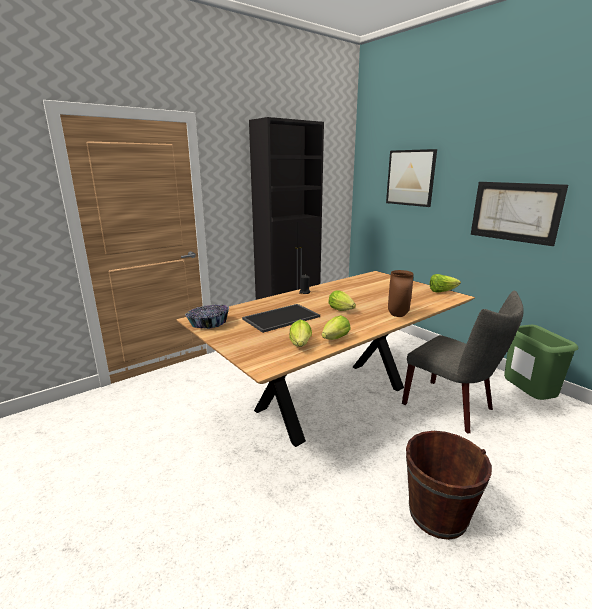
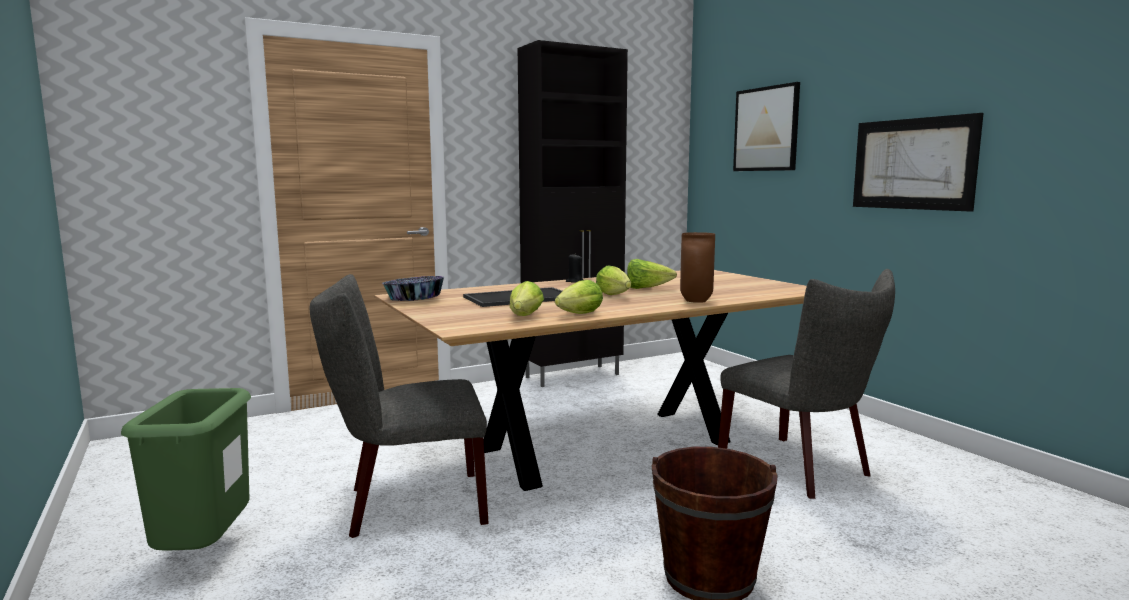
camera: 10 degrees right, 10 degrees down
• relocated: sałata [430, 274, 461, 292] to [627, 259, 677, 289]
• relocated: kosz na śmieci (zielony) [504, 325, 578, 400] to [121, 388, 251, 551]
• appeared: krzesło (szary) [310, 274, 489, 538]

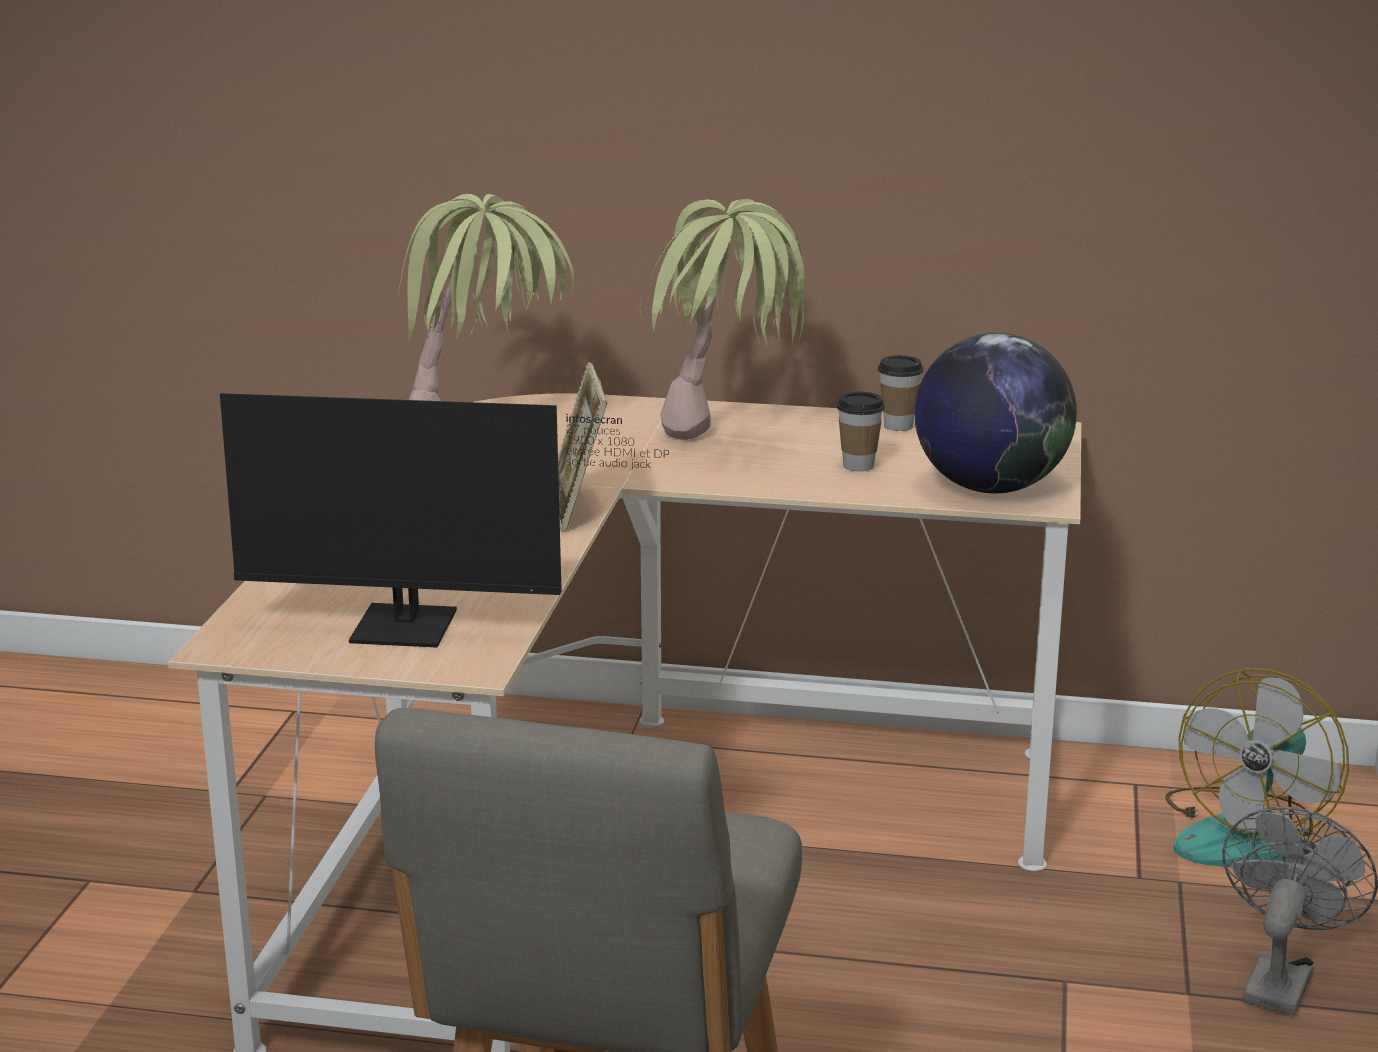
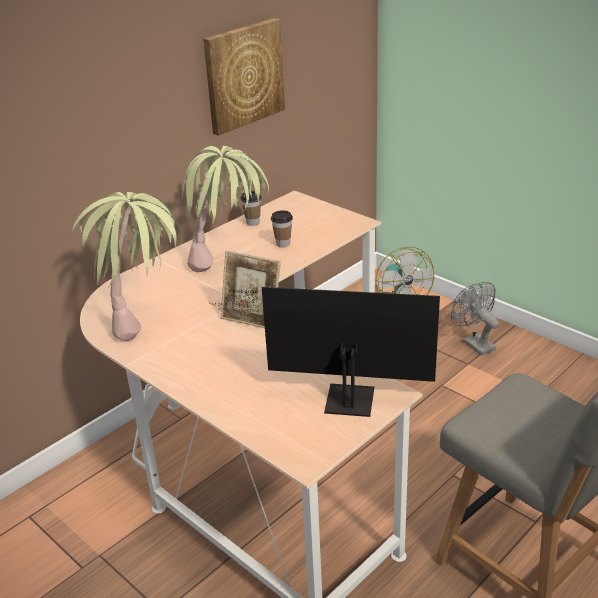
camera: 55 degrees left, 10 degrees up
• spun: monitor [220, 393, 669, 648] = [209, 287, 440, 417] 120 degrees counterclockwise
• missing: globus [915, 333, 1077, 493]
• appeared: obraz [203, 18, 285, 136]

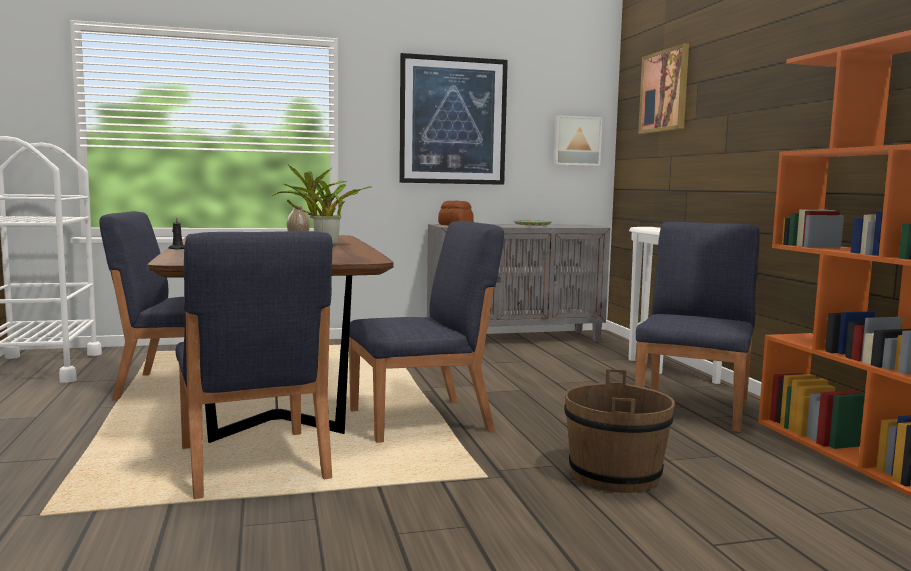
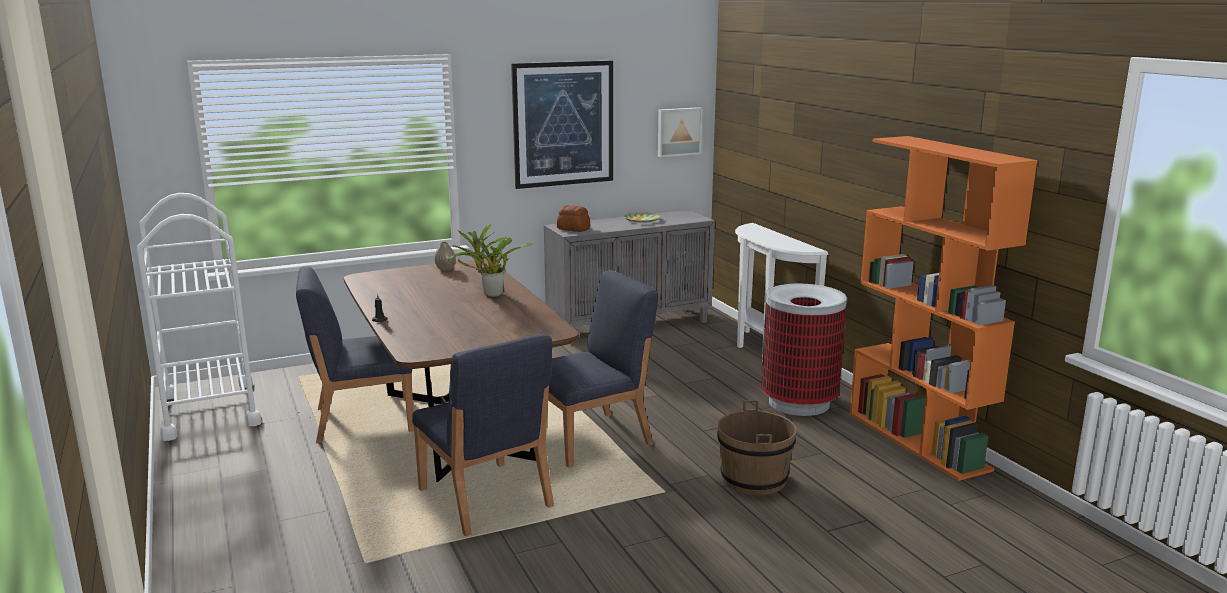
camera: 10 degrees left, 10 degrees up
• exchanged: krzesło (niebieski) [635, 222, 760, 432] to kosz na śmieci [761, 284, 847, 416]
• missing: obraz [638, 43, 689, 134]

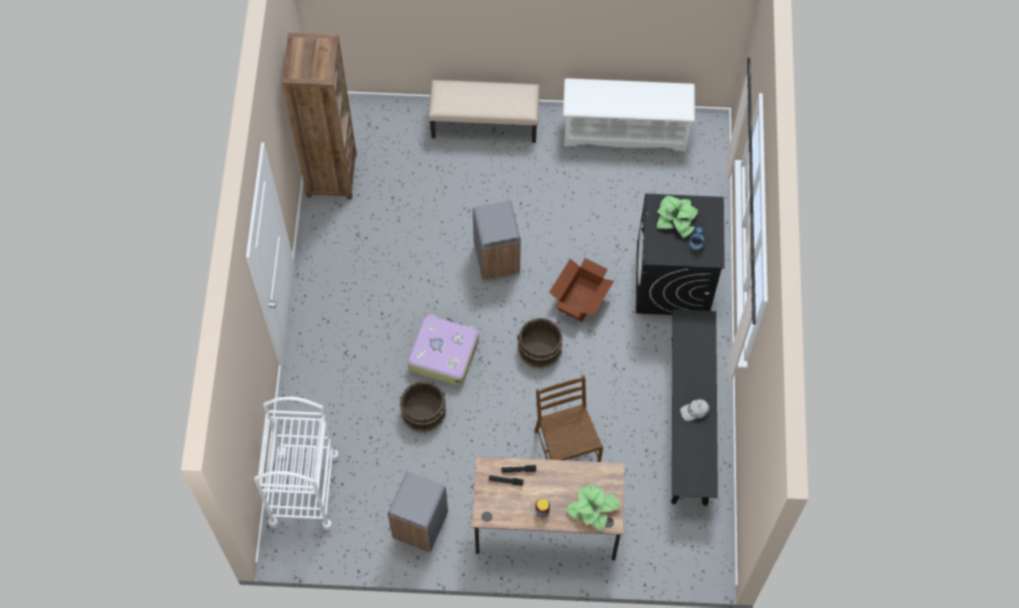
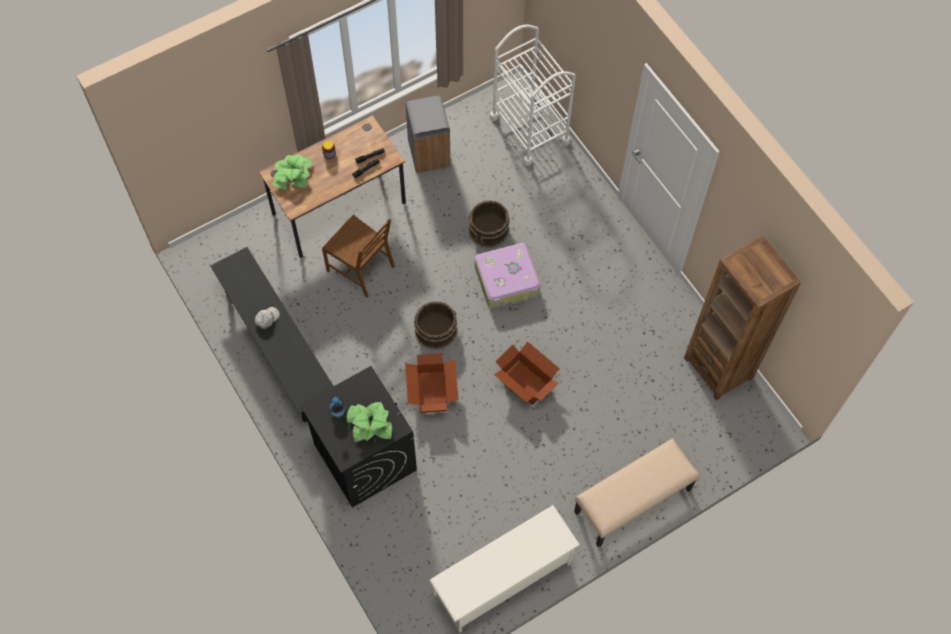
camera: 145 degrees right, 0 degrees up
• exchanged: kosz na śmieci (szary) [473, 201, 521, 280] to karton [494, 341, 560, 405]

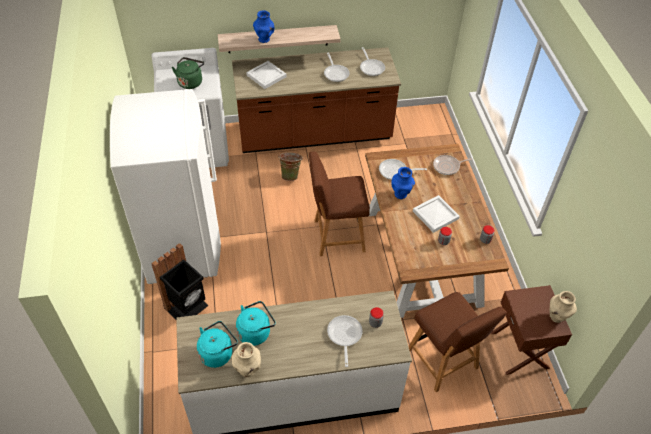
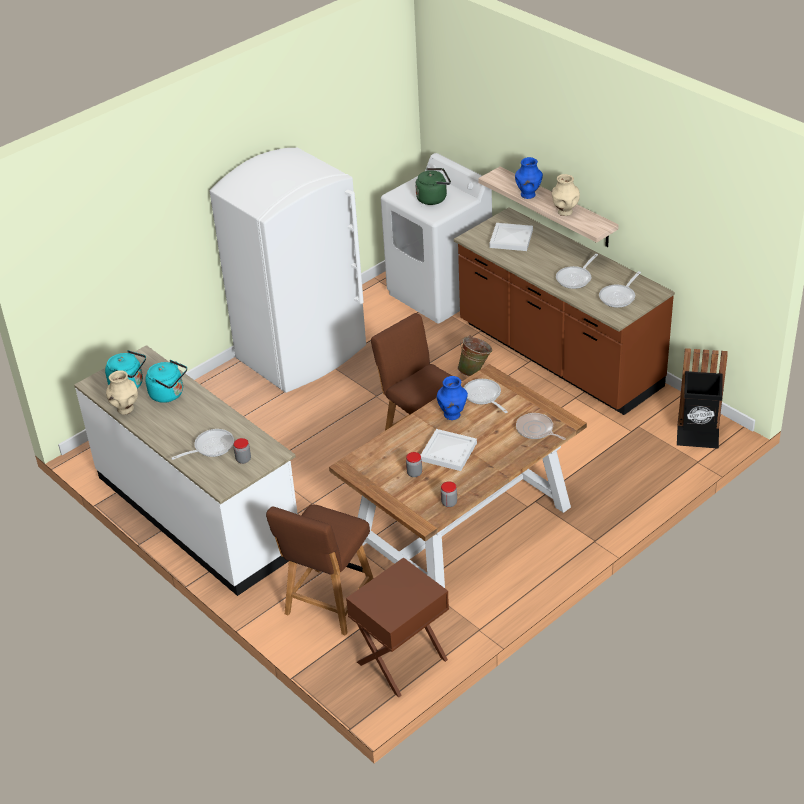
camera: 60 degrees right, 10 degrees down
• relocated: kosz na śmieci (czarny) [151, 243, 209, 319] to [677, 348, 728, 449]
• relocated: wazon (beżowy) [549, 291, 577, 323] to [552, 174, 580, 216]

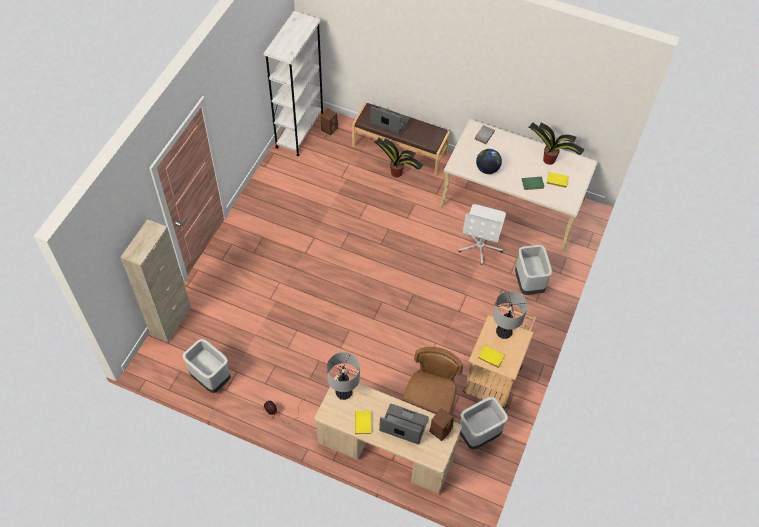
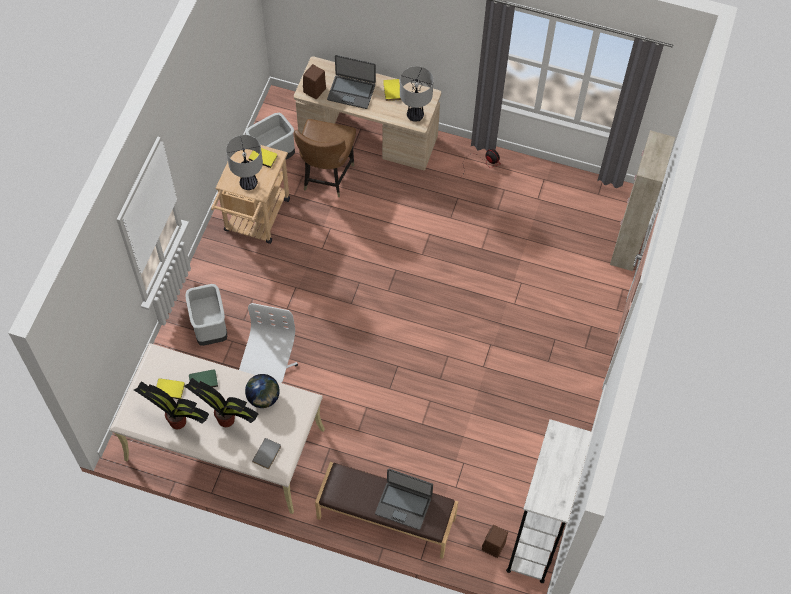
camera: 175 degrees right, 5 degrees up
• missing: kosz na śmieci (szary) [183, 339, 231, 393]
• relocated: roślina doniczkowa [374, 138, 423, 177] to [184, 378, 259, 427]

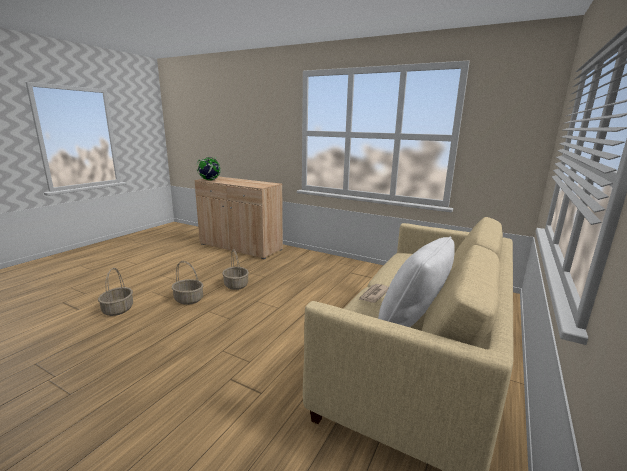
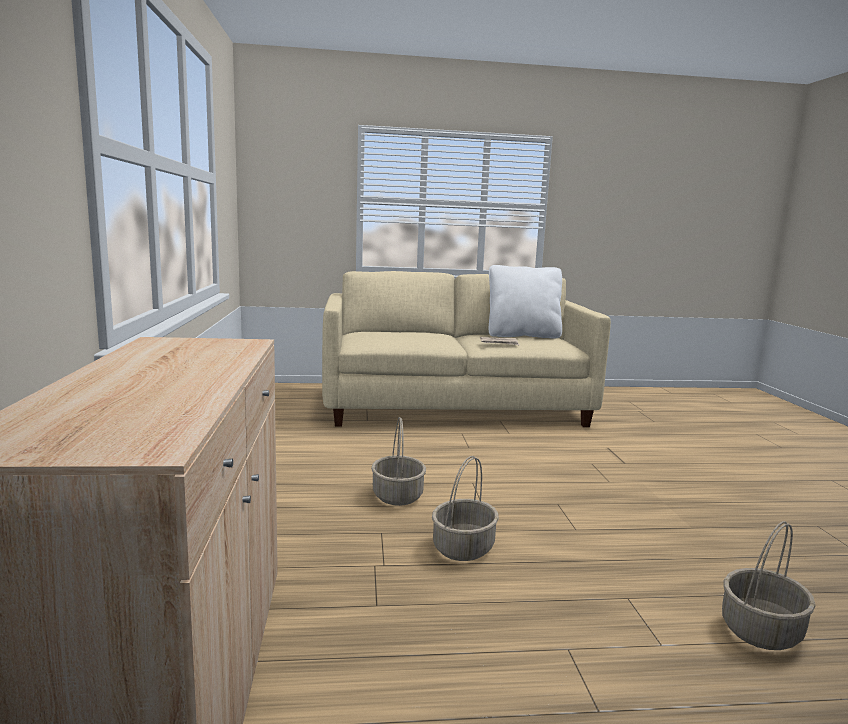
camera: 125 degrees left, 5 degrees down
• relocated: koszyk [172, 261, 203, 305] to [371, 417, 426, 506]
• missing: globus [197, 157, 221, 181]

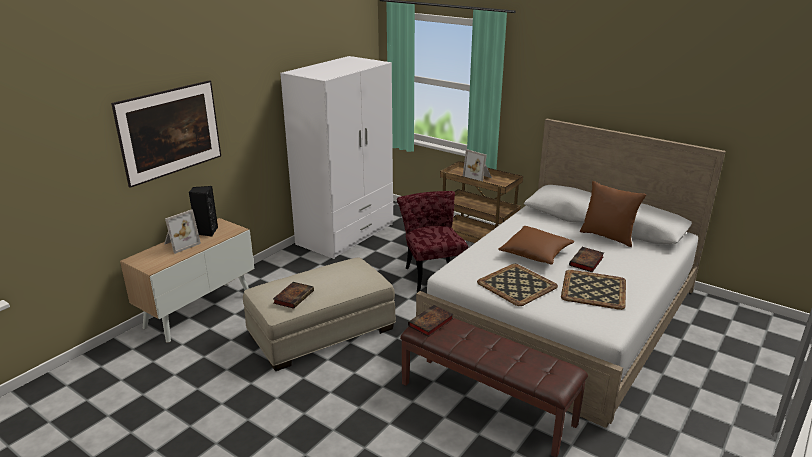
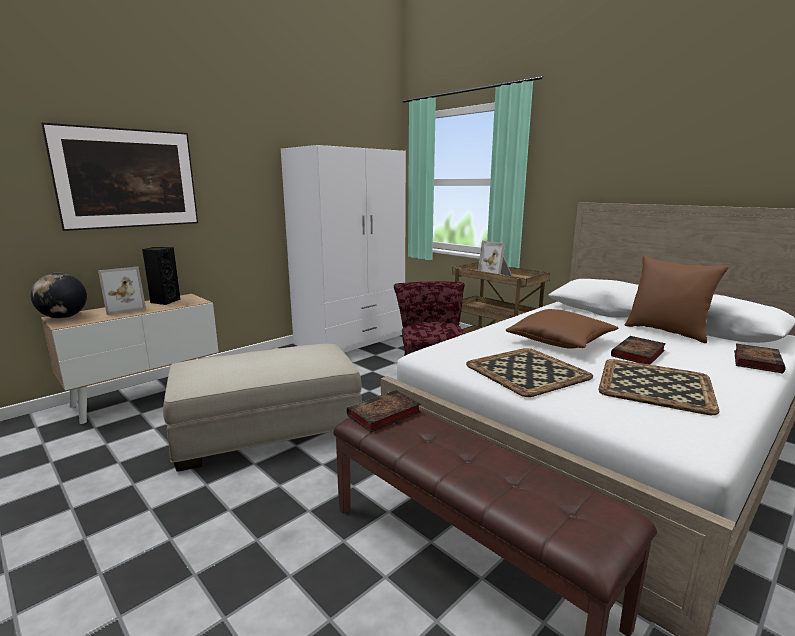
camera: 10 degrees right, 10 degrees down
• relocated: książka [273, 282, 314, 309] to [734, 343, 786, 373]
• appeared: globus [30, 273, 87, 318]

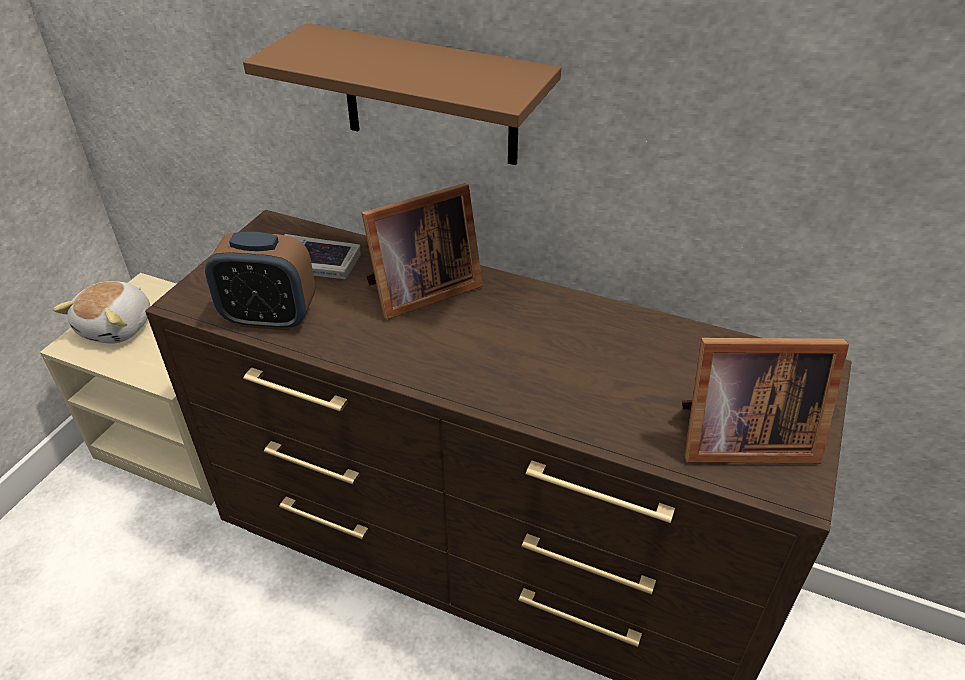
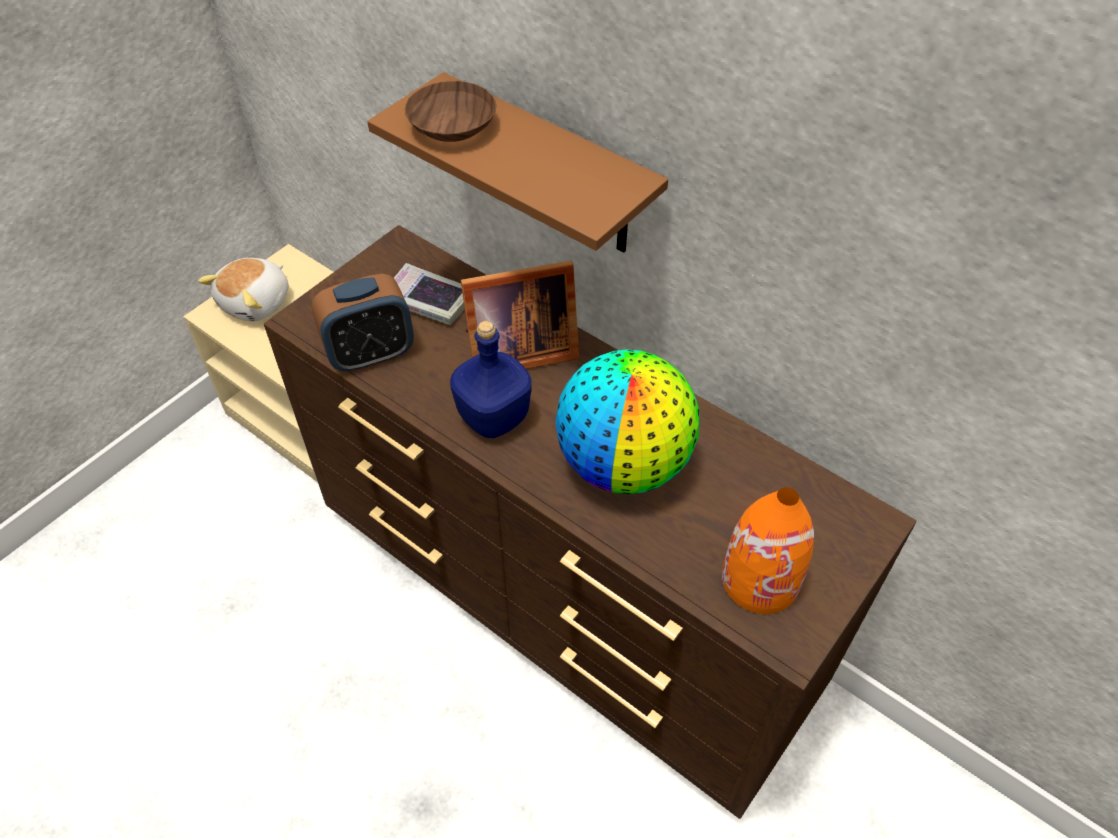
camera: 15 degrees right, 10 degrees up
• spun: budzik [205, 232, 315, 331] = [312, 274, 414, 372] 45 degrees counterclockwise
• exchanged: ramka na zdjęcie [682, 338, 849, 464] to wazon (pomarańczowy) [722, 487, 814, 614]
• appeared: miska (brązowy) [405, 81, 496, 142]
• appeared: butelka (niebieski) [450, 321, 532, 438]
• appeared: globus [555, 349, 700, 494]

